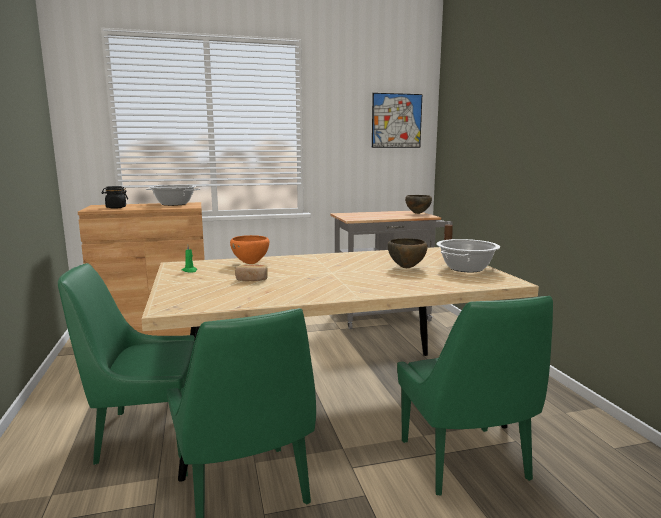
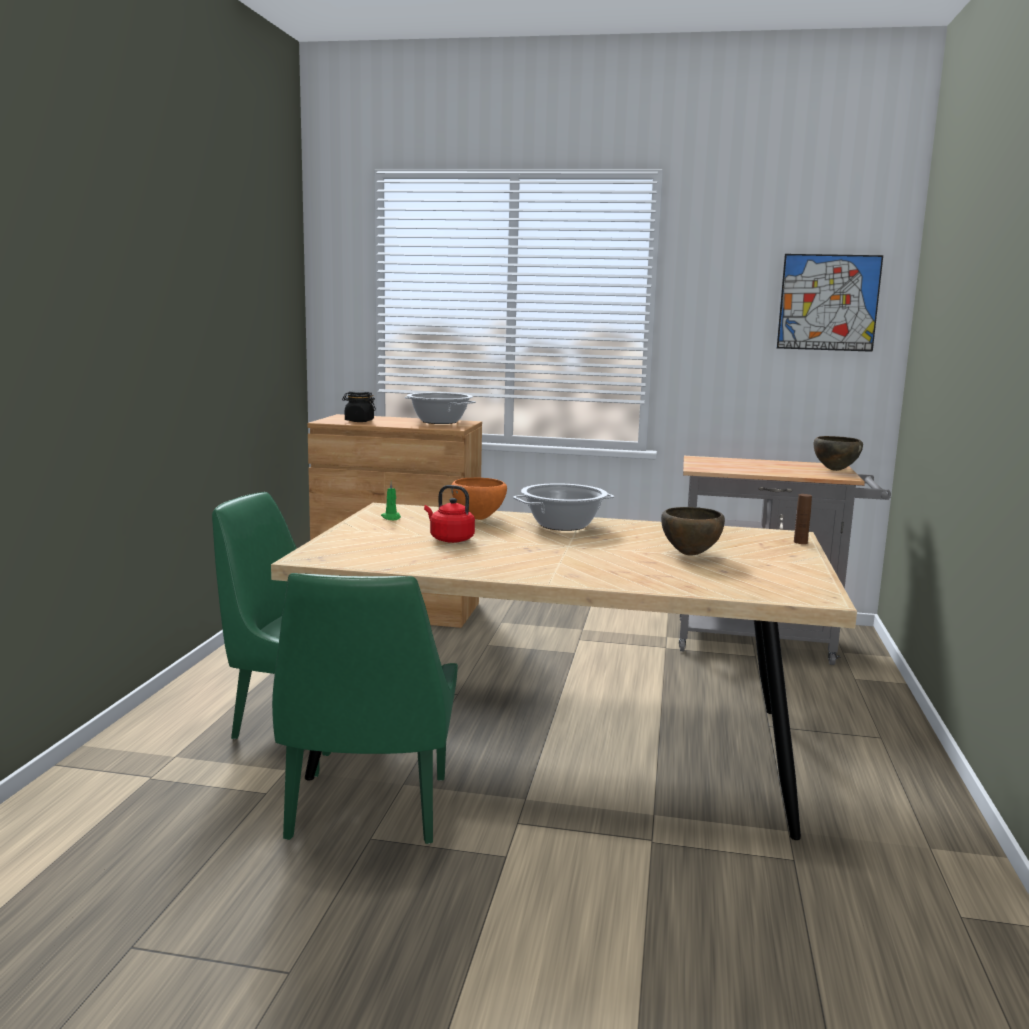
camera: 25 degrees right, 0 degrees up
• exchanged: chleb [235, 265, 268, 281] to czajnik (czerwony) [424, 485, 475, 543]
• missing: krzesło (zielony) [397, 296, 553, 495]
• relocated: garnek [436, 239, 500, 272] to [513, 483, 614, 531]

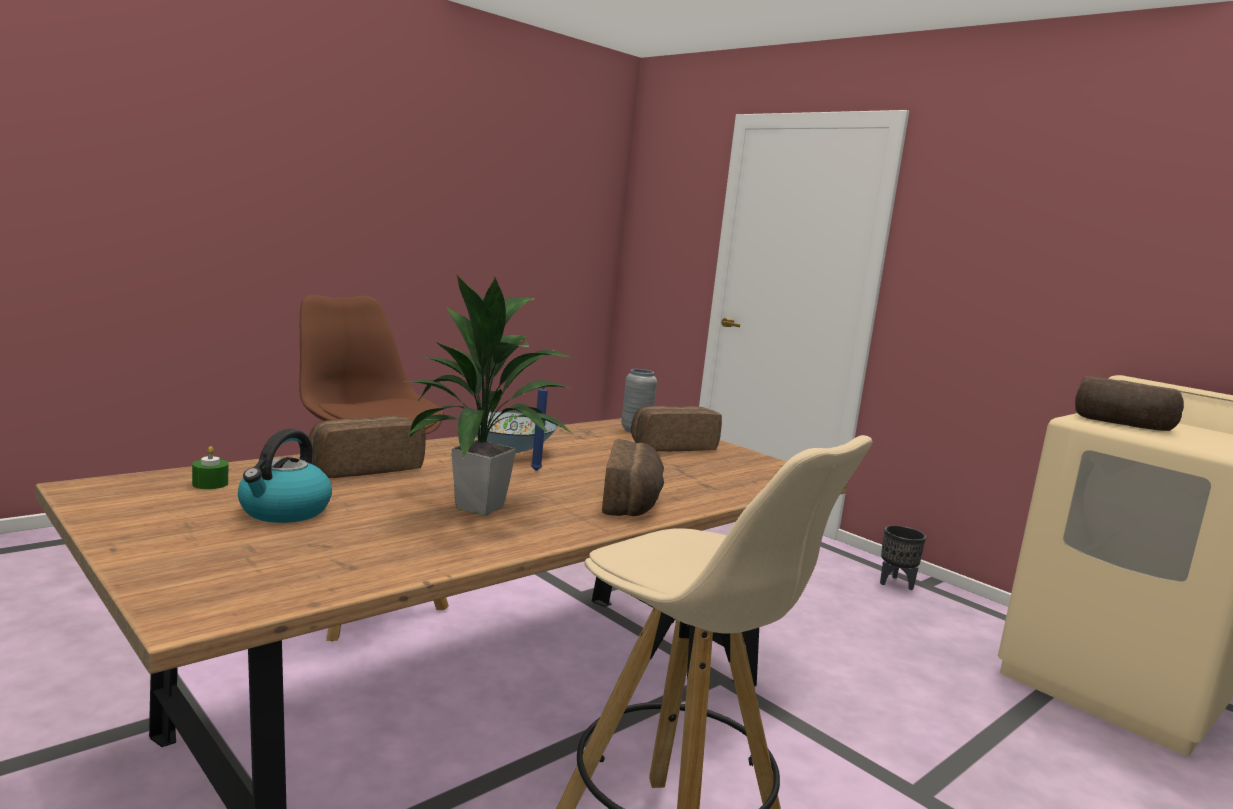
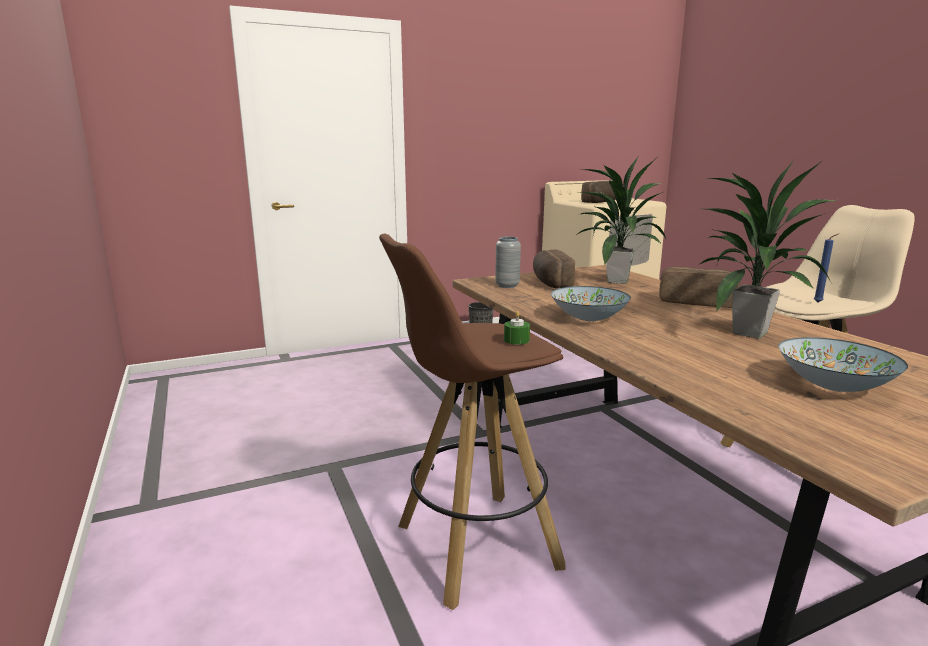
camera: 70 degrees left, 5 degrees up
• relocated: świeca (zielony) [192, 446, 228, 489] to [504, 311, 530, 345]
• exchanged: czajnik [238, 429, 332, 523] to miska [779, 337, 908, 392]
• missing: chleb [309, 416, 426, 478]
• relocated: świeca (niebieski) [531, 387, 548, 471] to [814, 234, 838, 302]
• appeared: roślina doniczkowa [576, 157, 666, 284]

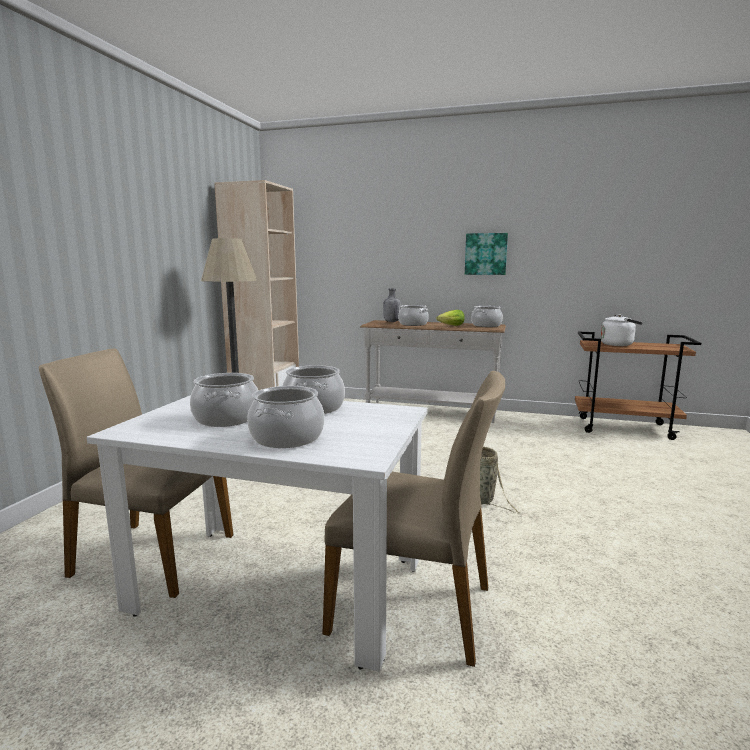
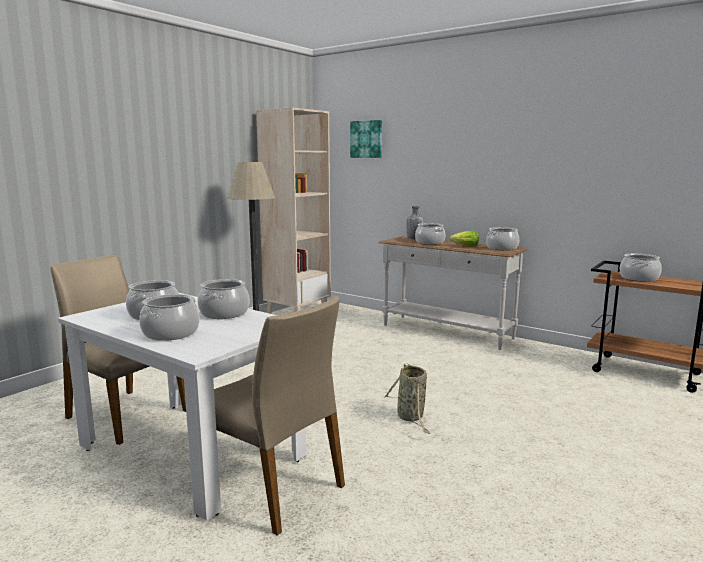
camera: 20 degrees right, 0 degrees up
• relocated: obraz [465, 233, 508, 275] to [350, 120, 382, 158]
• exchanged: czajnik (biały) [600, 315, 643, 346] to garnek [619, 254, 662, 282]

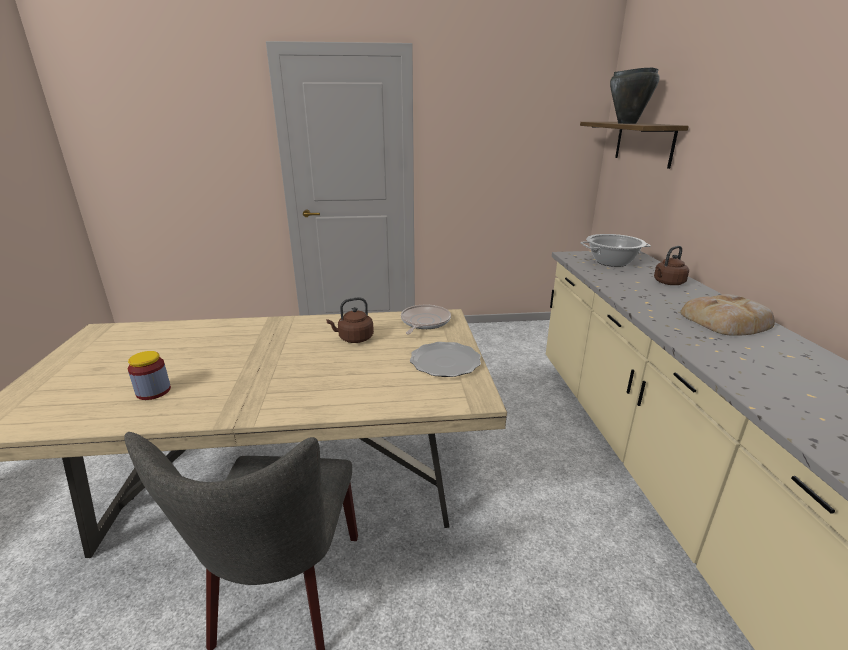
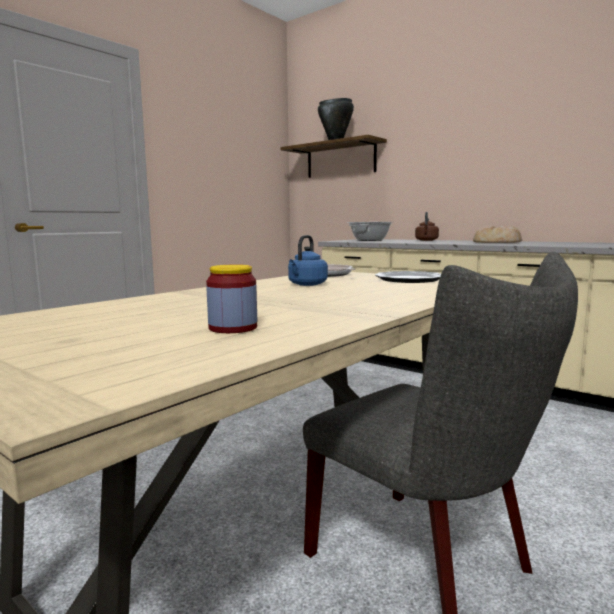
camera: 45 degrees left, 15 degrees down
• colour: czajnik (brązowy) [326, 297, 374, 343] to czajnik (niebieski) [288, 235, 328, 286]

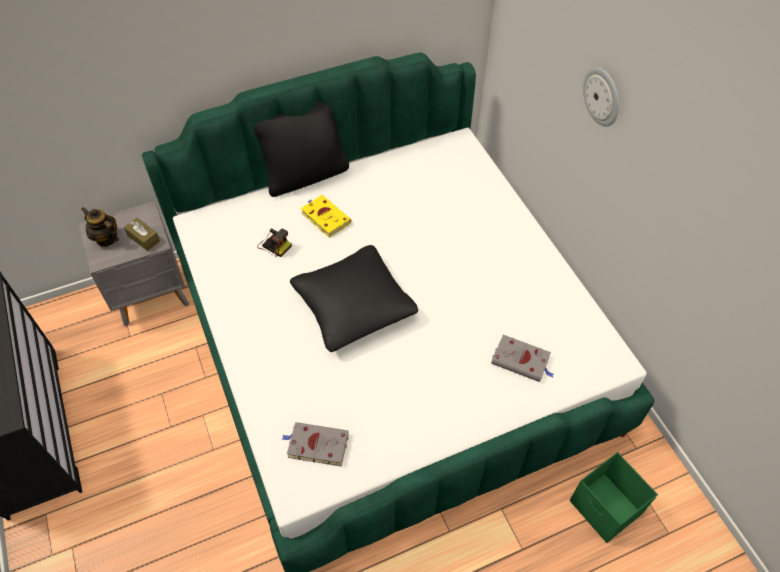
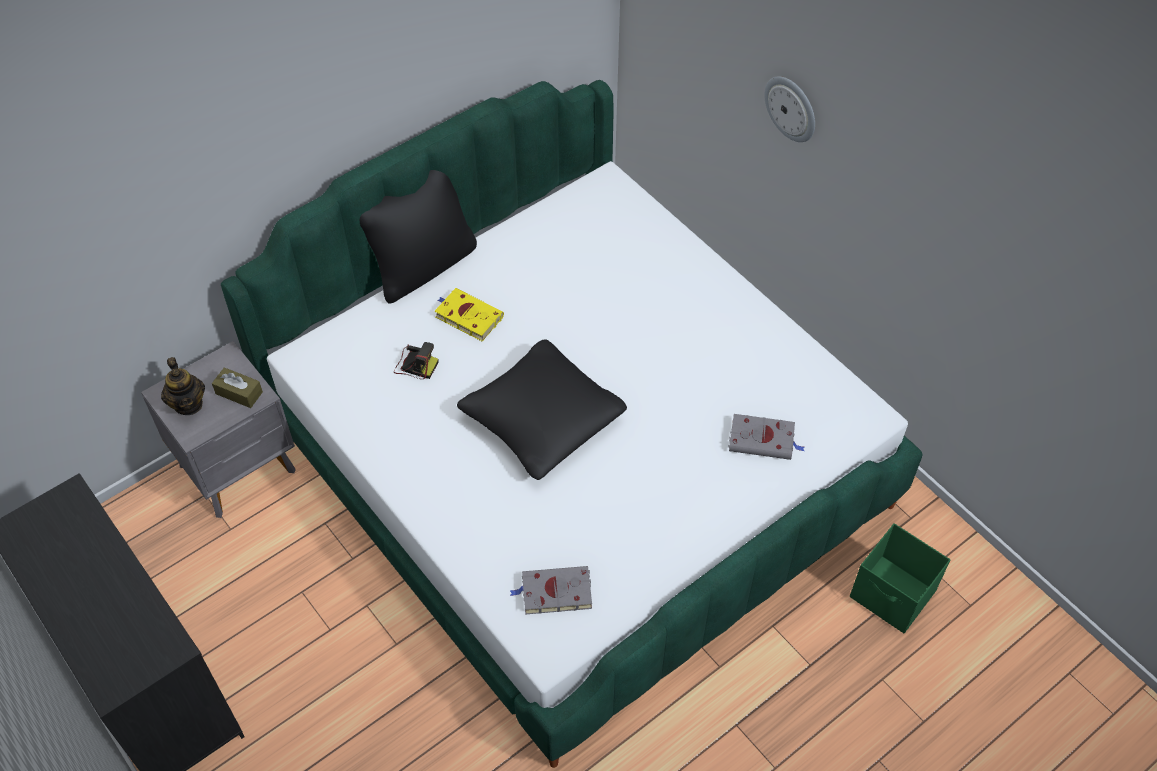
camera: 15 degrees left, 0 degrees up
• spun: imbryk [81, 207, 119, 247] = [161, 357, 205, 415] 135 degrees counterclockwise

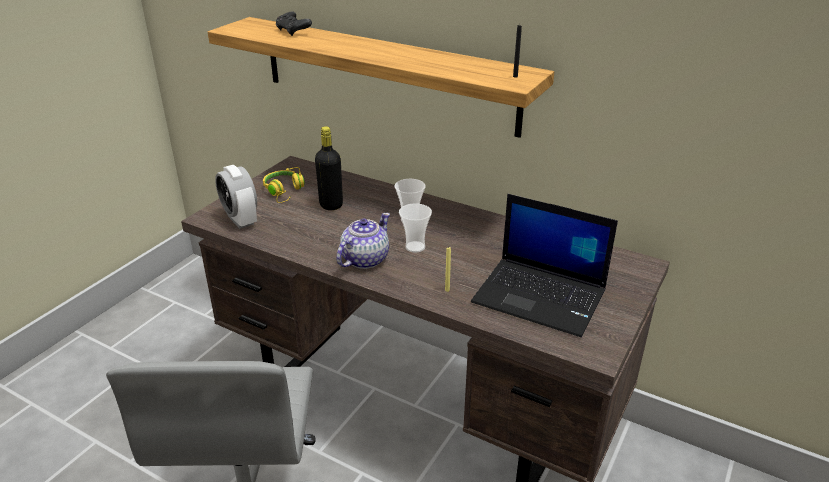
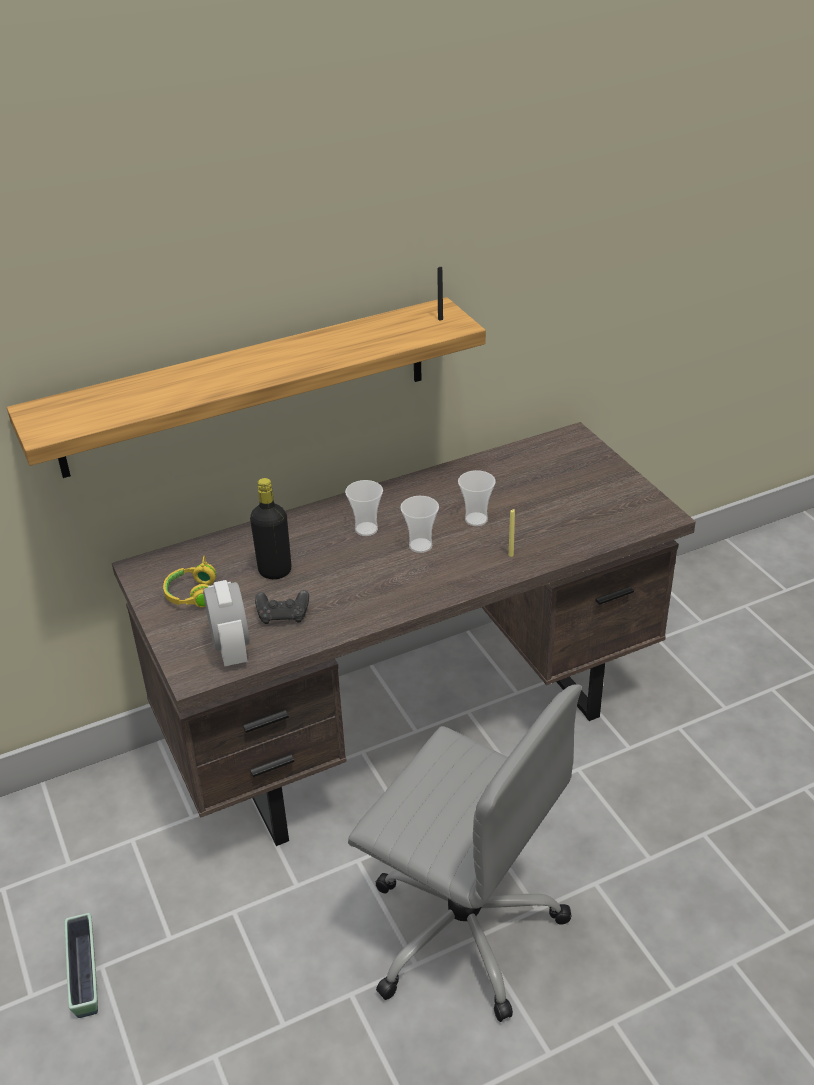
camera: 55 degrees left, 5 degrees up
• spun: budzik [215, 165, 257, 229] = [203, 580, 250, 666] 105 degrees counterclockwise
• relocated: pad do gier (czarny) [276, 12, 312, 36] to [255, 590, 309, 624]
• missing: imbryk [336, 213, 390, 269]
• missing: laptop [471, 194, 618, 337]
• appeared: donica [65, 913, 98, 1018]
• appeared: filiżanka [458, 470, 496, 526]

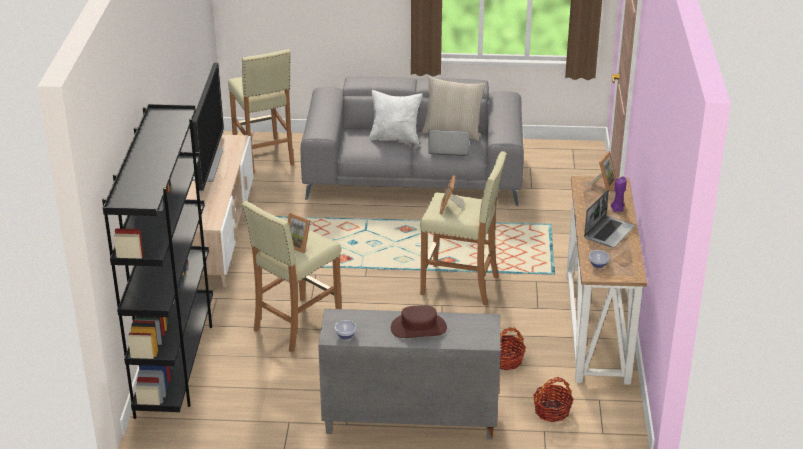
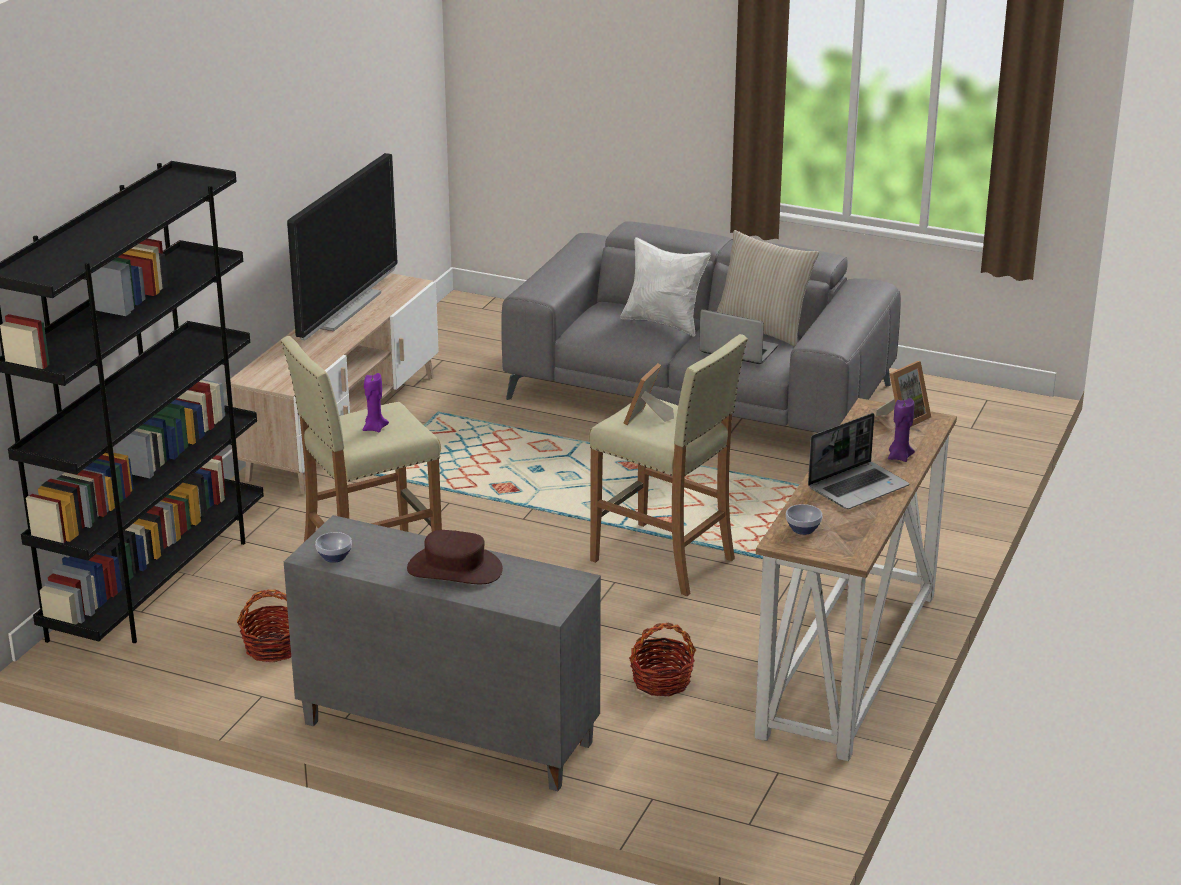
camera: 20 degrees right, 5 degrees down
• missing: stołek (beżowy) [228, 49, 294, 174]
• exchanged: ramka na zdjęcie [288, 213, 310, 253] to świeca (fioletowy) [363, 373, 389, 432]
• relocated: koszyk [533, 377, 574, 422] to [237, 590, 291, 662]

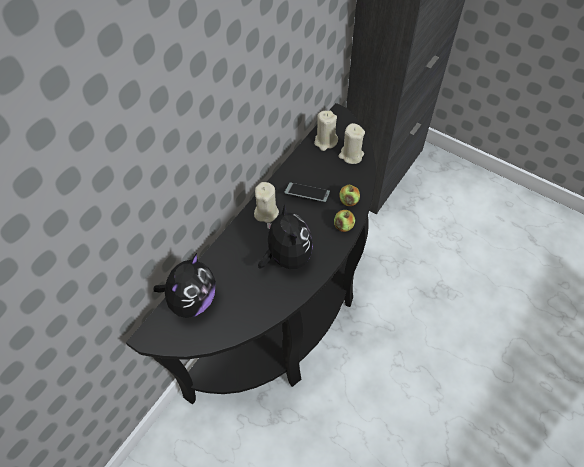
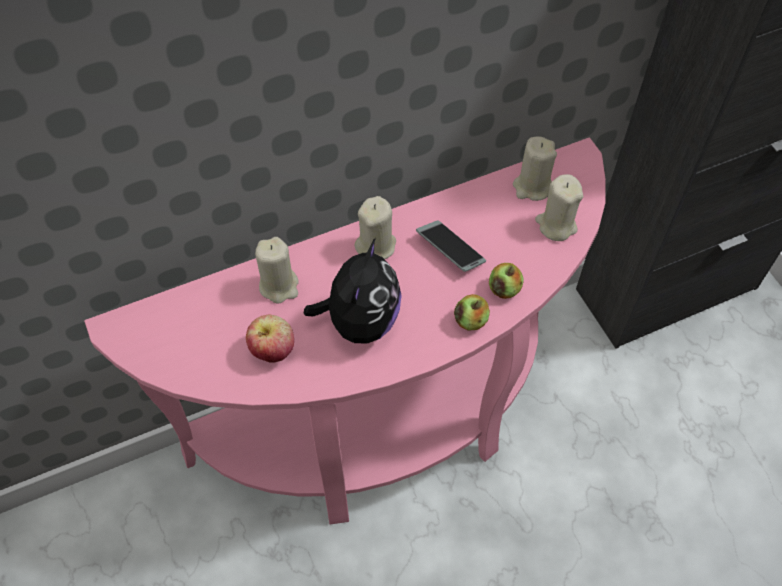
camera: 30 degrees right, 0 degrees up
• colour: stolik konsolowy (czarny) [126, 103, 376, 404] to stolik konsolowy (różowy) [84, 137, 606, 524]
• missing: pluszak [153, 253, 216, 318]
• appeared: jabłko [246, 315, 294, 363]
• appeared: świeca (beżowy) [255, 237, 299, 304]

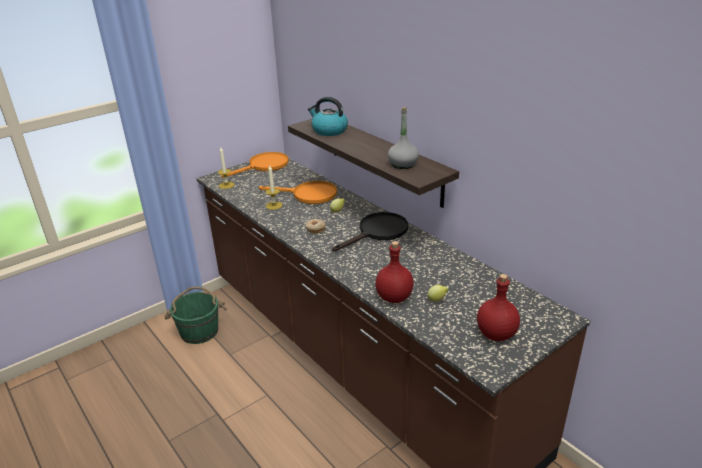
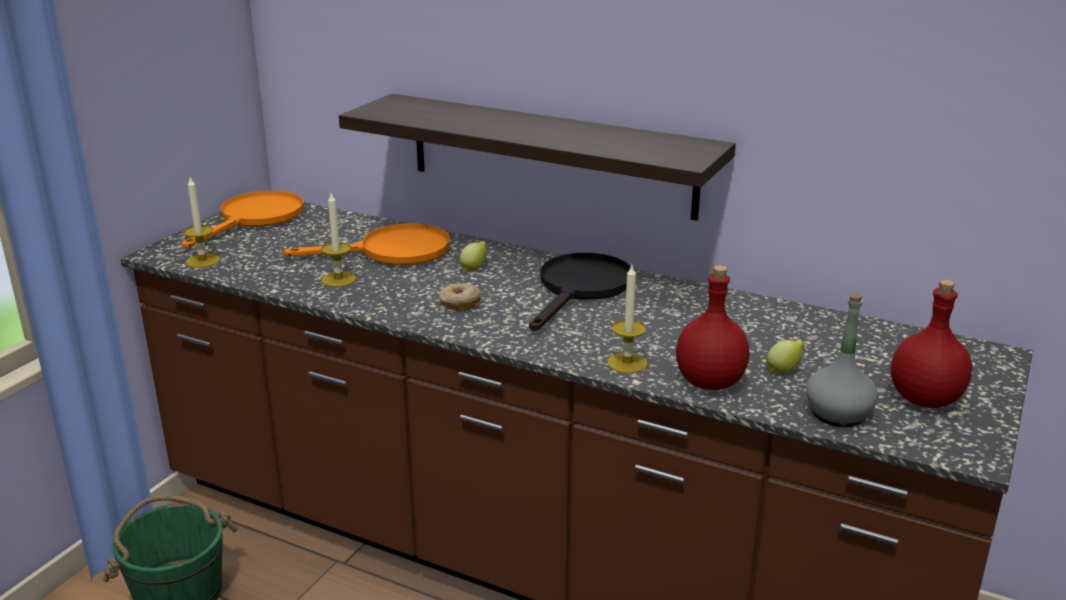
camera: 25 degrees left, 5 degrees down
• missing: czajnik [308, 97, 348, 136]
• relocated: butelka (szary) [388, 107, 419, 169] to [806, 293, 878, 427]
• appeared: świeca [607, 265, 648, 373]

